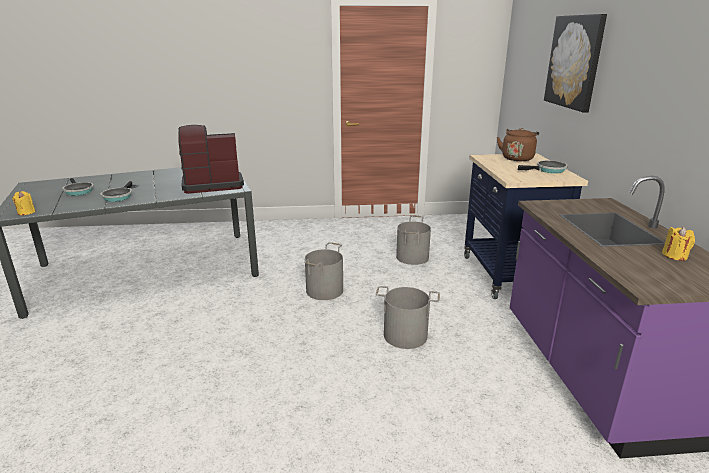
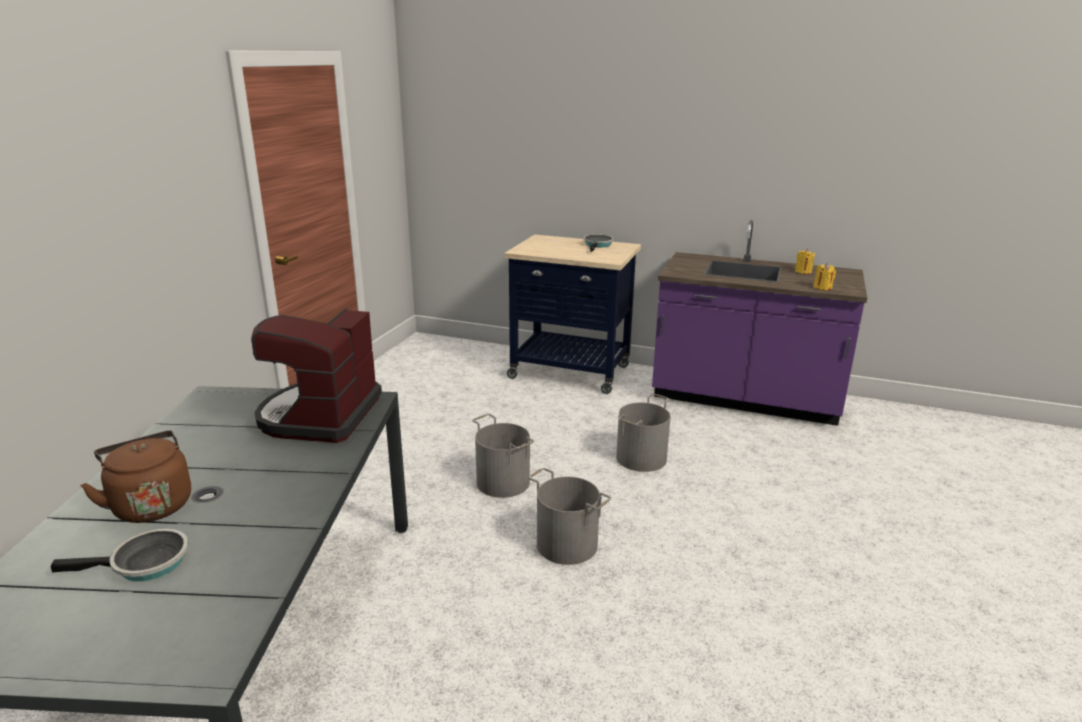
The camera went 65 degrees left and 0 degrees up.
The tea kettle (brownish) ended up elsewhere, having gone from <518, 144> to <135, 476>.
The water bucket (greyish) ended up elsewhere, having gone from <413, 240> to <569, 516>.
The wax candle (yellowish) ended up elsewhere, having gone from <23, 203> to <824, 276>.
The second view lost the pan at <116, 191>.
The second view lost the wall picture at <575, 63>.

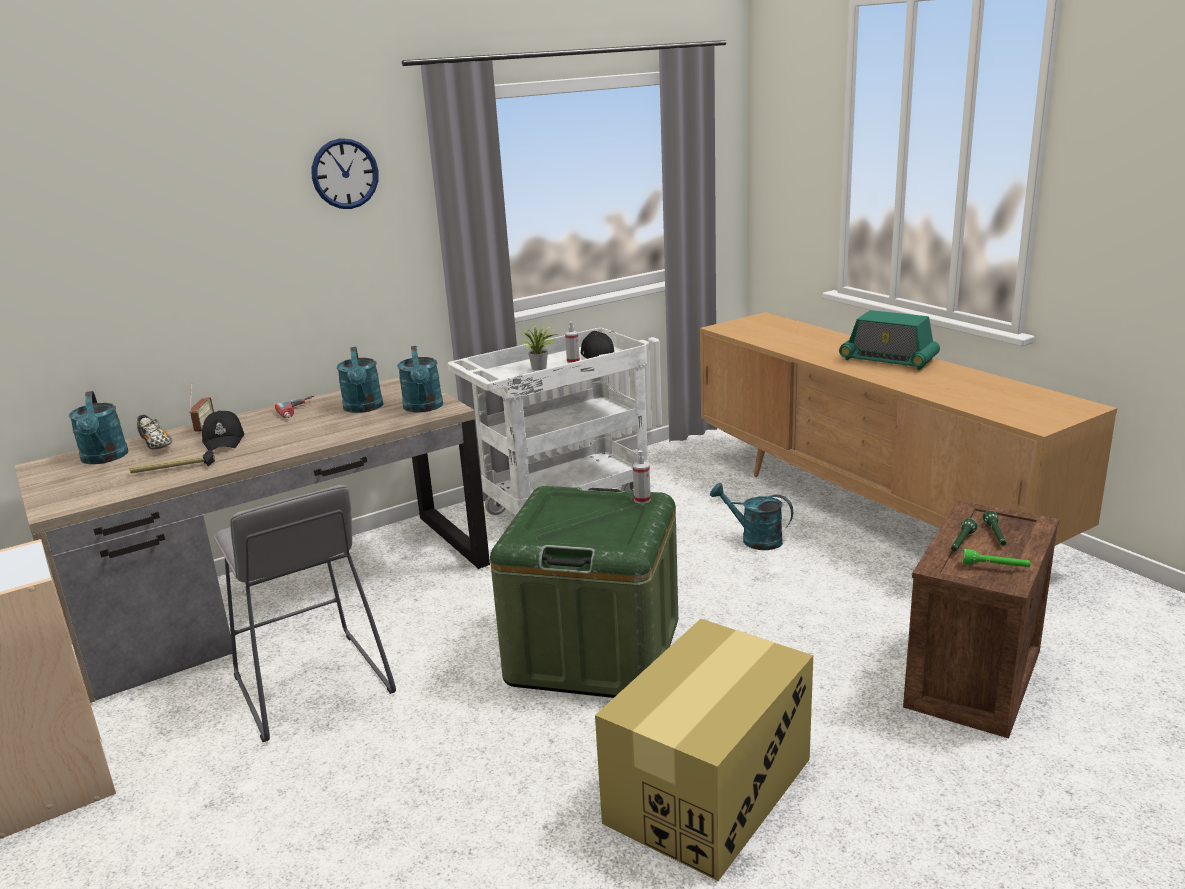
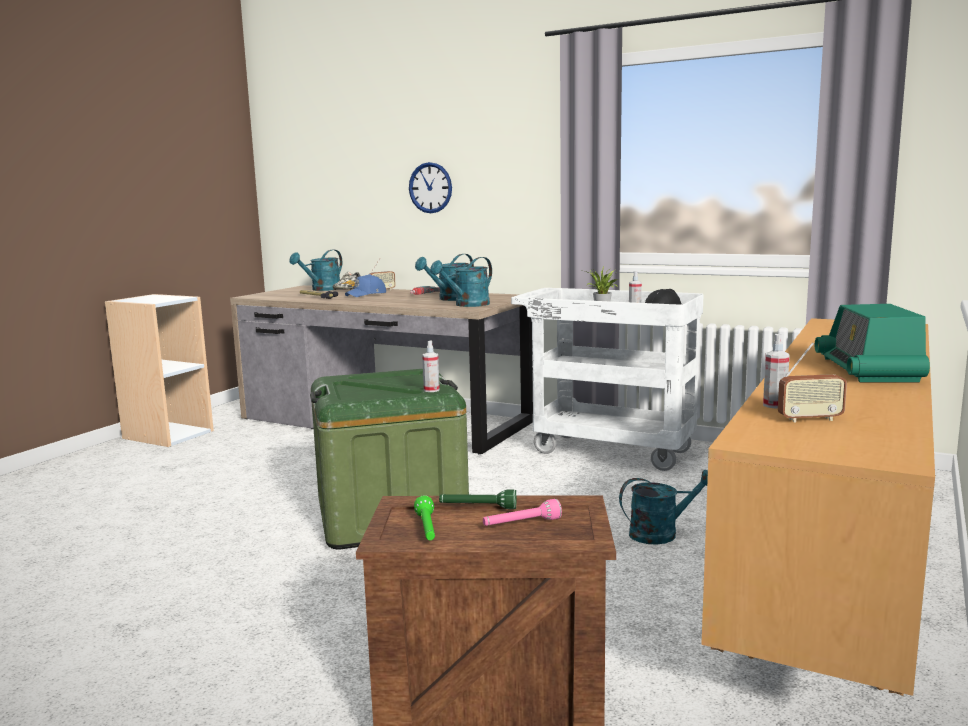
The camera went 60 degrees right and 10 degrees down.
What was the baseball cap (black) at <223, 430> turned into the baseball cap (bluish) at <365, 285>.
The wall clock ended up elsewhere, having gone from <345, 173> to <430, 187>.
What was the flashlight (greenish) at <995, 528> turned into the flashlight (pinkish) at <522, 512>.
The watering can (turquoise) at <751, 516> ended up facing another way, 75 degrees clockwise from before.
The second view gained the spray bottle at <776, 371>.
The second view gained the radio set at <812, 382>.
The second view lost the sitting stool (greyish) at <305, 613>.
The second view lost the carton at <704, 750>.

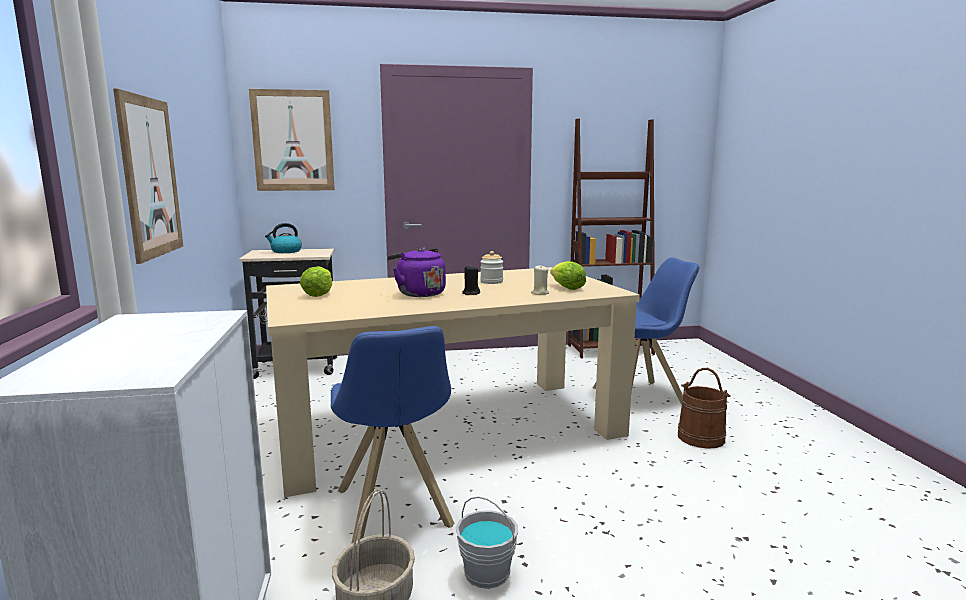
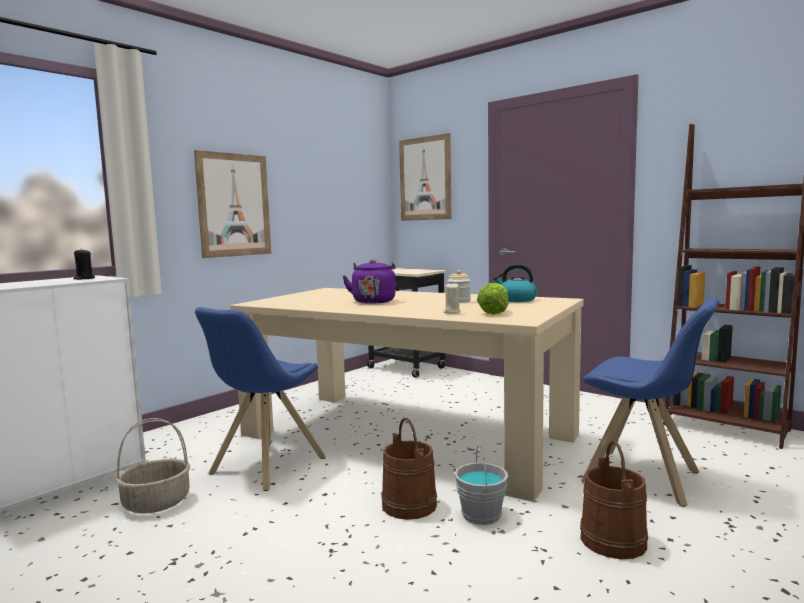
The camera went 50 degrees right and 5 degrees down.
The wax candle (black) ended up elsewhere, having gone from <471, 280> to <84, 264>.
The second view gained the water bucket (brownish) at <409, 469>.
The water bucket (greyish) ended up elsewhere, having gone from <486, 542> to <481, 485>.
The tea kettle ended up elsewhere, having gone from <283, 238> to <515, 283>.
The second view lost the lettuce at <316, 281>.

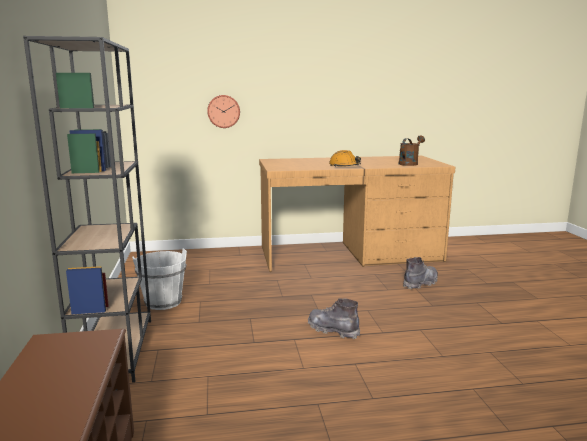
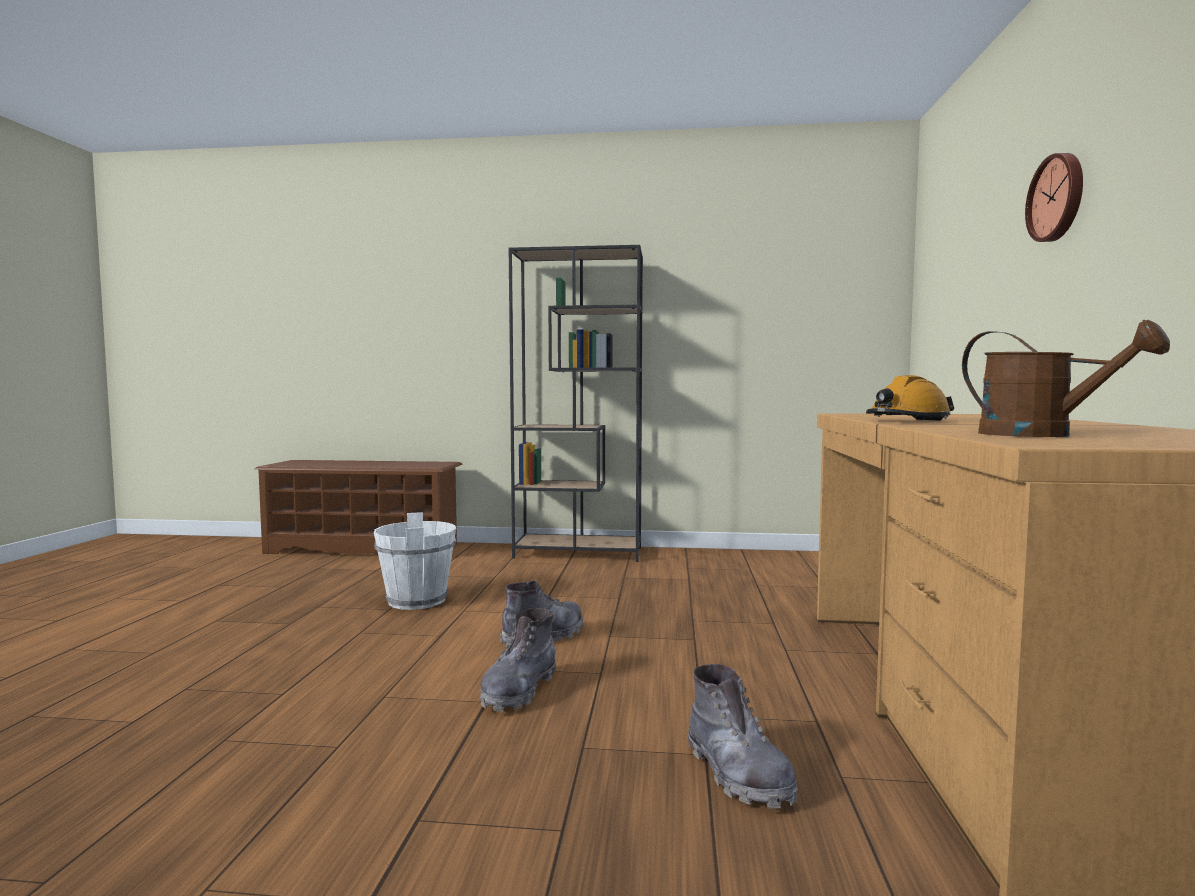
The camera went 105 degrees right and 10 degrees down.
The water bucket (white-coloured) ended up elsewhere, having gone from <159, 279> to <415, 561>.
The second view gained the boot (greyish) at <518, 660>.
The wall clock ended up elsewhere, having gone from <223, 111> to <1054, 197>.

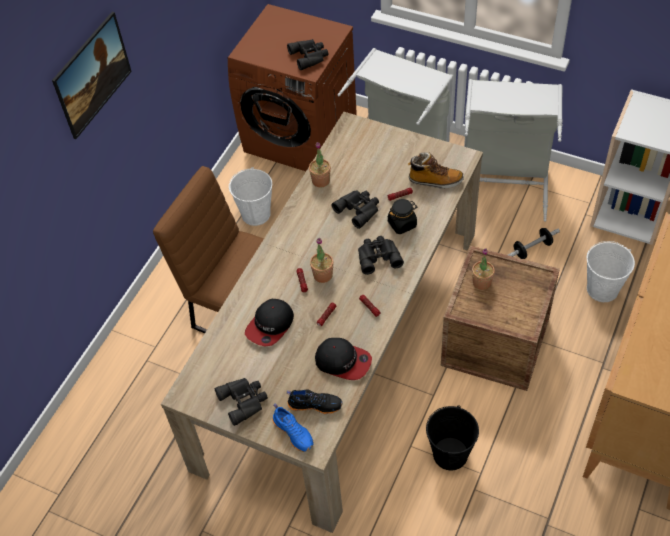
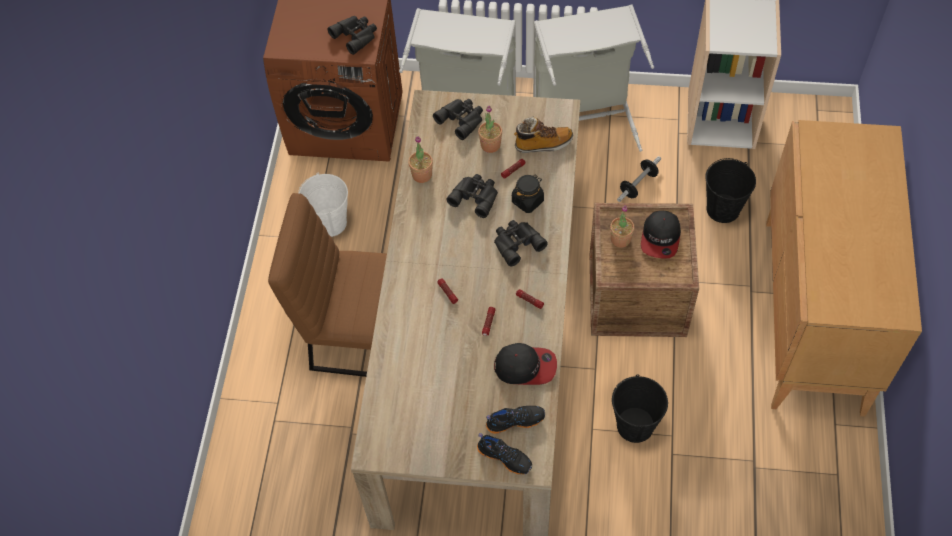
The camera went 20 degrees left and 5 degrees up.
The field glasses (black) ended up elsewhere, having gone from <241, 402> to <458, 119>.
What was the low shoe (bluish) at <292, 428> turned into the low shoe (black) at <504, 454>.
The houseplant ended up elsewhere, having gone from <321, 260> to <490, 129>.
The baseball cap ended up elsewhere, having gone from <269, 323> to <661, 234>.
What was the water bucket (white-coloured) at <611, 271> turned into the water bucket (black) at <730, 190>.
The second view lost the wall picture at <92, 75>.

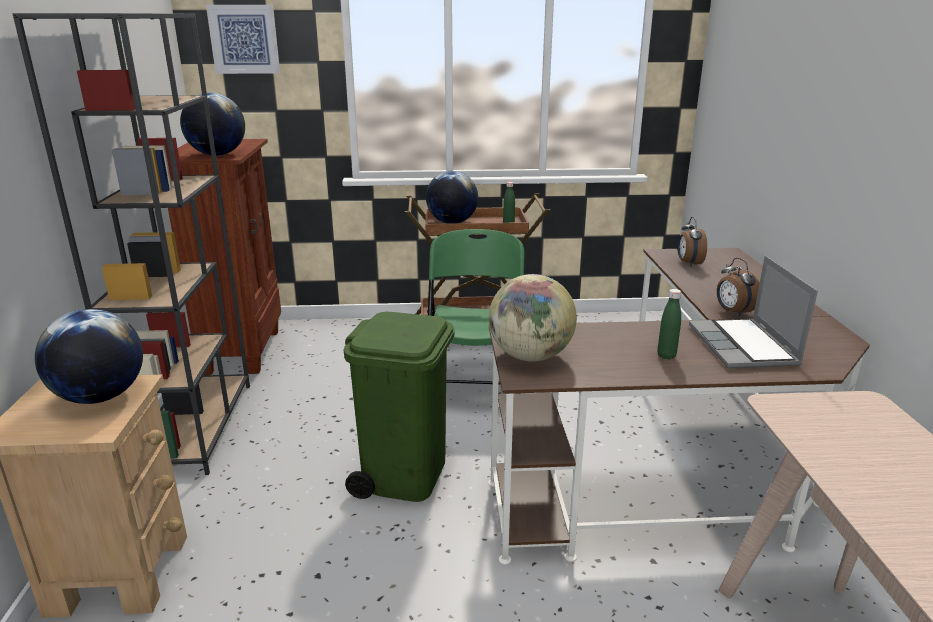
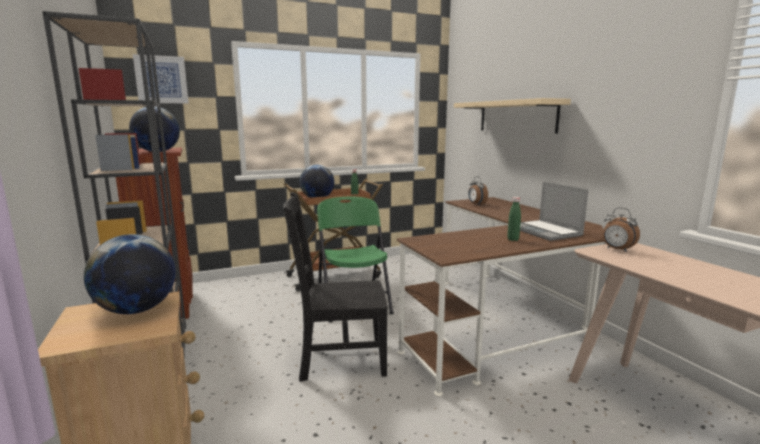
The camera went 20 degrees left and 10 degrees down.
Where the trash can (greenish) stood at <399, 407>, the chair (black) came to stand at <335, 287>.
The second view gained the shelf (beige-coloured) at <512, 116>.
The bedside clock ended up elsewhere, having gone from <738, 287> to <621, 230>.
The second view lost the world globe at <533, 318>.

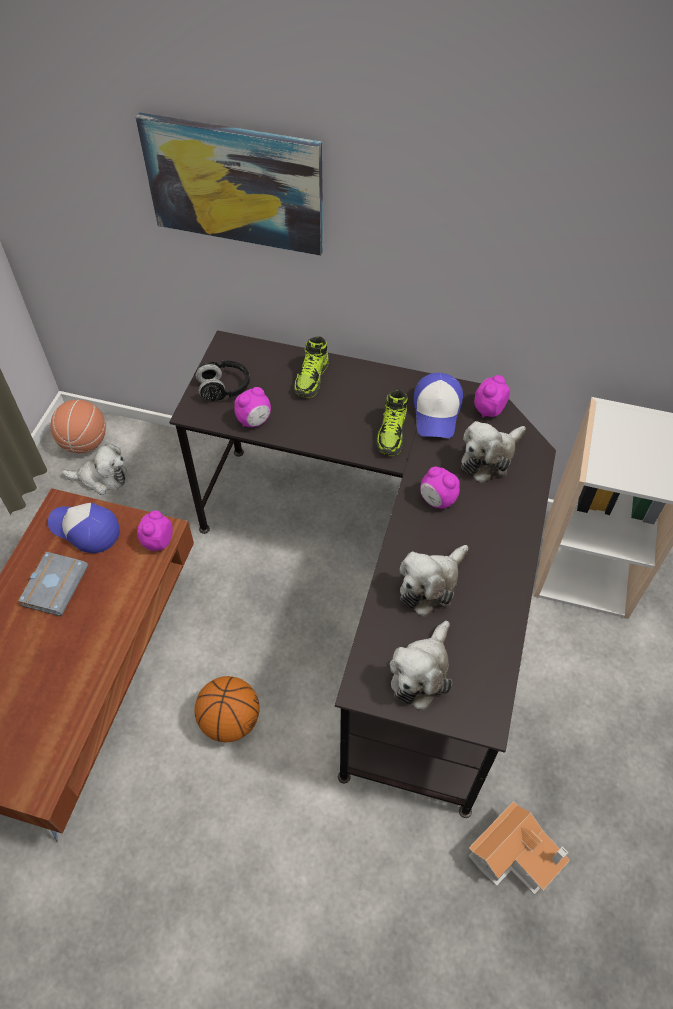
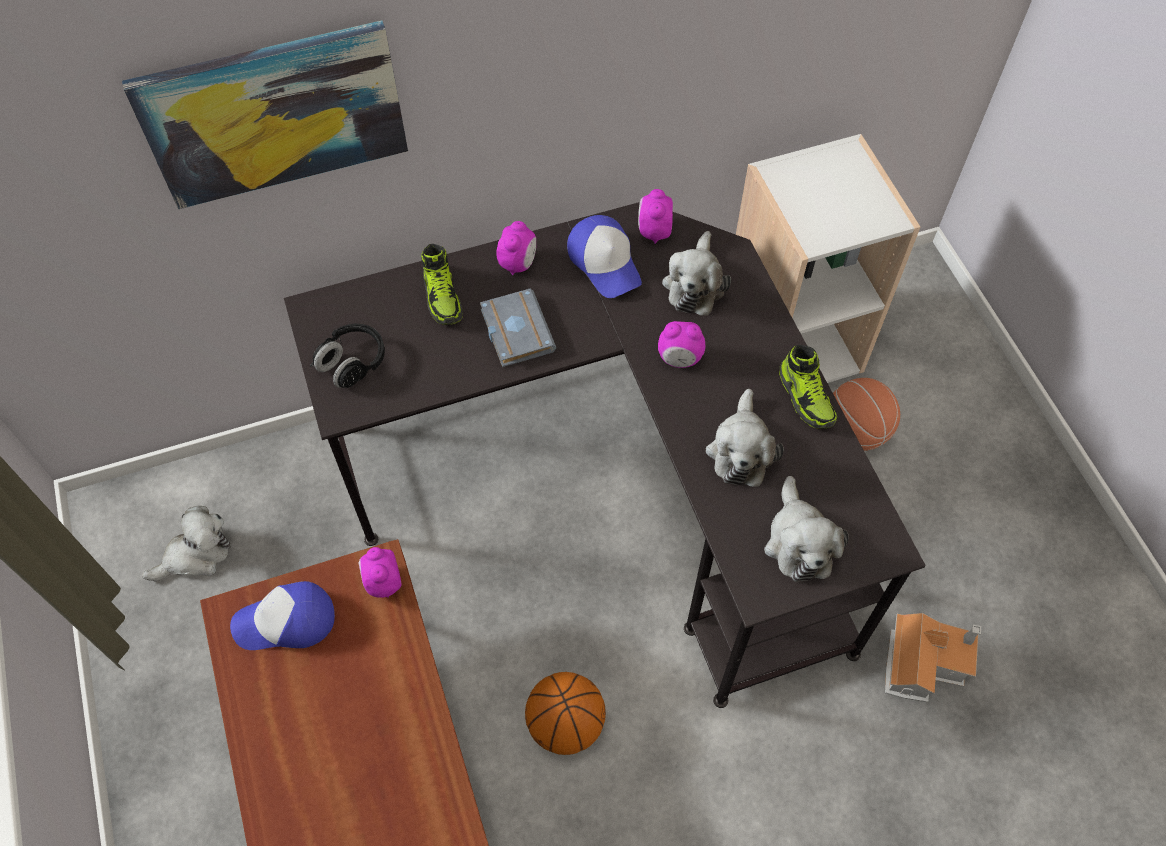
The camera went 35 degrees left and 5 degrees up.
The volume (greyish) ended up elsewhere, having gone from <53, 584> to <518, 328>.
The bedside clock ended up elsewhere, having gone from <252, 407> to <516, 248>.
The low shoe ended up elsewhere, having gone from <392, 422> to <808, 387>.
The ball for basketball ended up elsewhere, having gone from <78, 426> to <866, 414>.

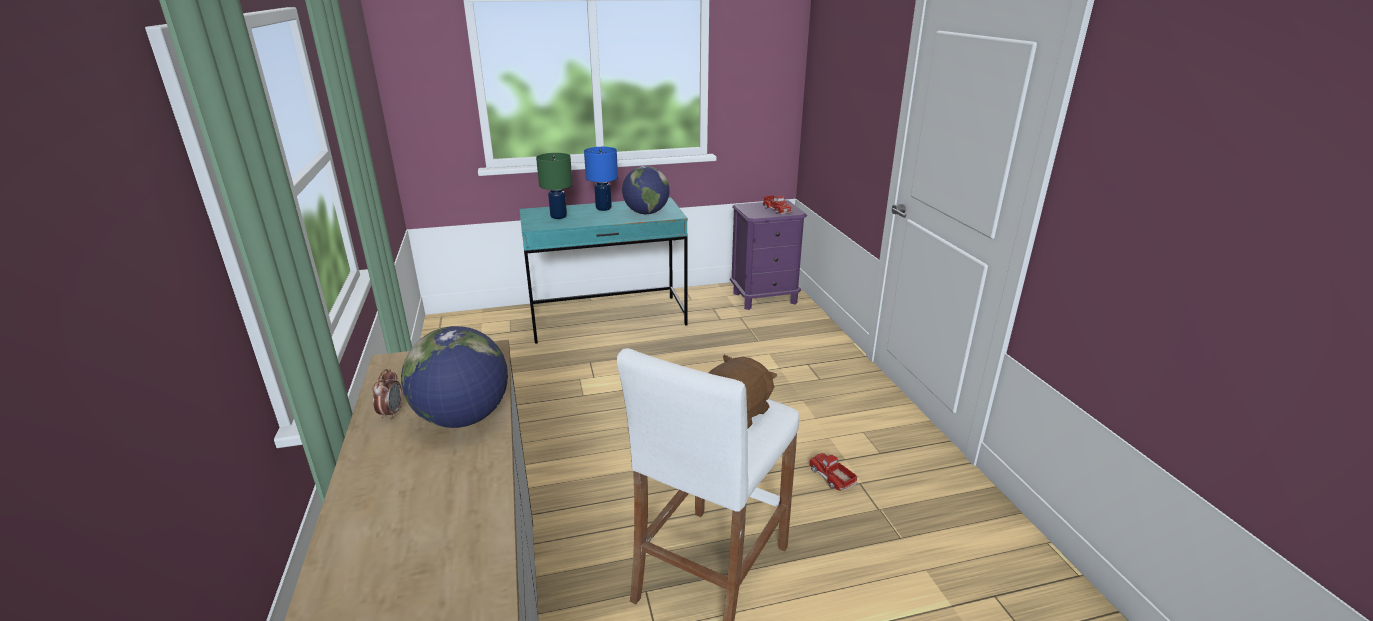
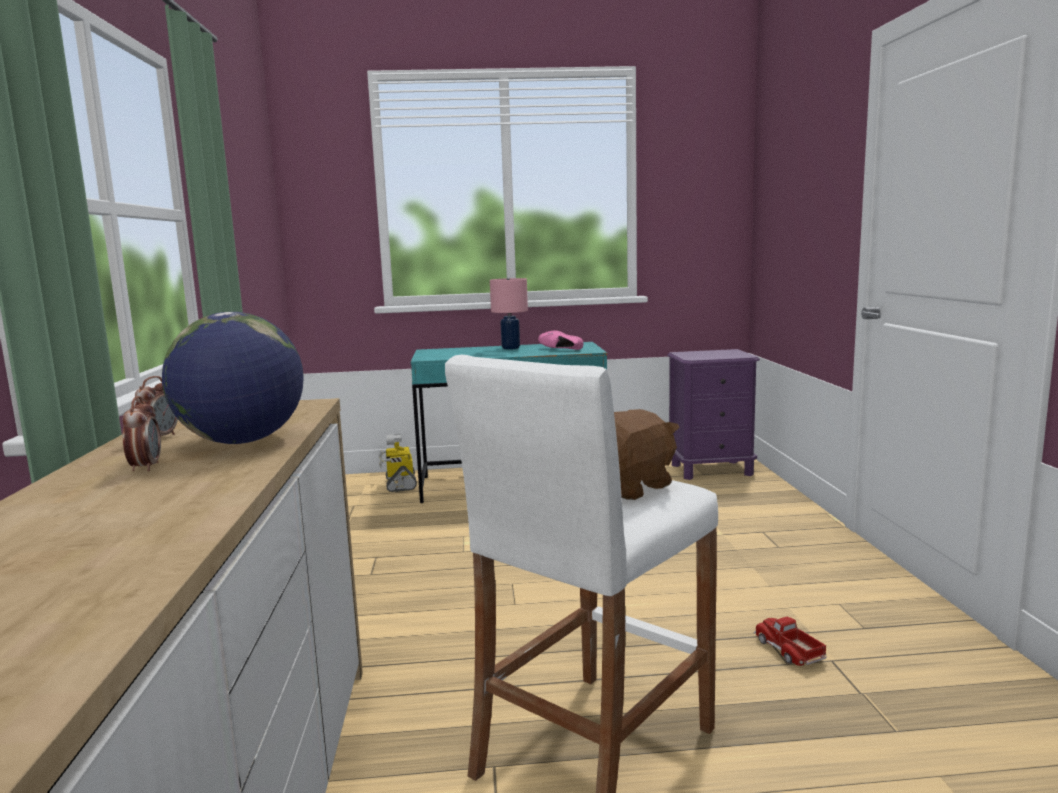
The camera went 10 degrees right and 15 degrees down.
The second view gained the bedside clock at <141, 434>.
The second view gained the robot figure at <398, 463>.
What was the table lamp (bluish) at <601, 179> turned into the table lamp (pinkish) at <509, 313>.
Where the world globe stood at <646, 190>, the low shoe (pinkish) came to stand at <560, 340>.
The second view lost the table lamp (greenish) at <554, 186>.
The second view lost the toy lorry at <777, 204>.

